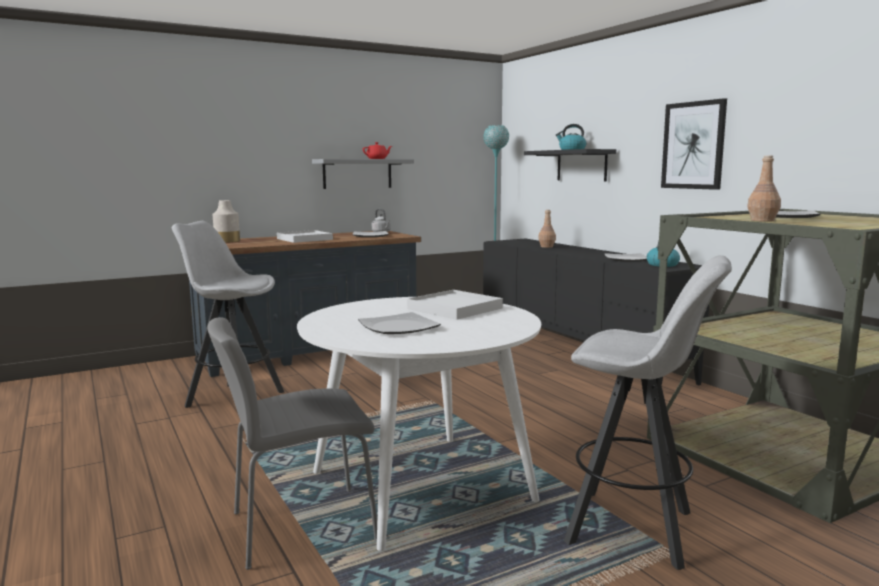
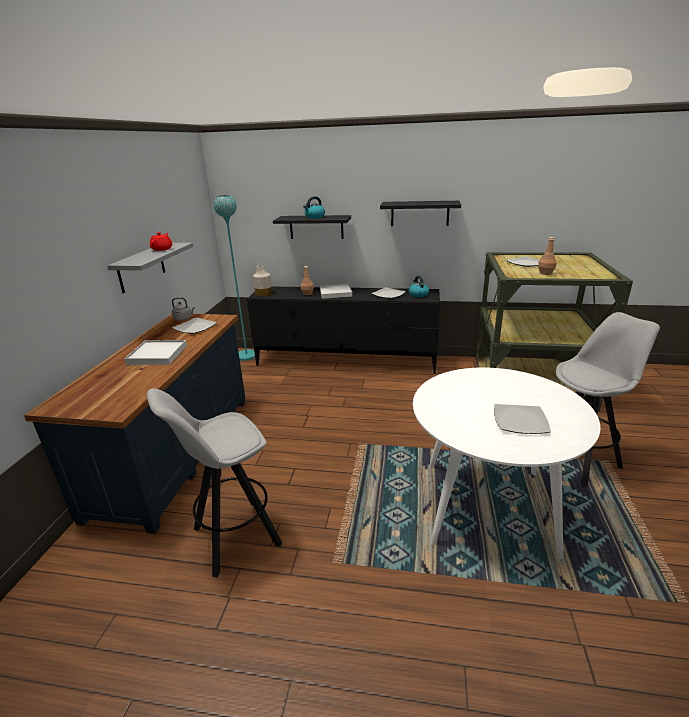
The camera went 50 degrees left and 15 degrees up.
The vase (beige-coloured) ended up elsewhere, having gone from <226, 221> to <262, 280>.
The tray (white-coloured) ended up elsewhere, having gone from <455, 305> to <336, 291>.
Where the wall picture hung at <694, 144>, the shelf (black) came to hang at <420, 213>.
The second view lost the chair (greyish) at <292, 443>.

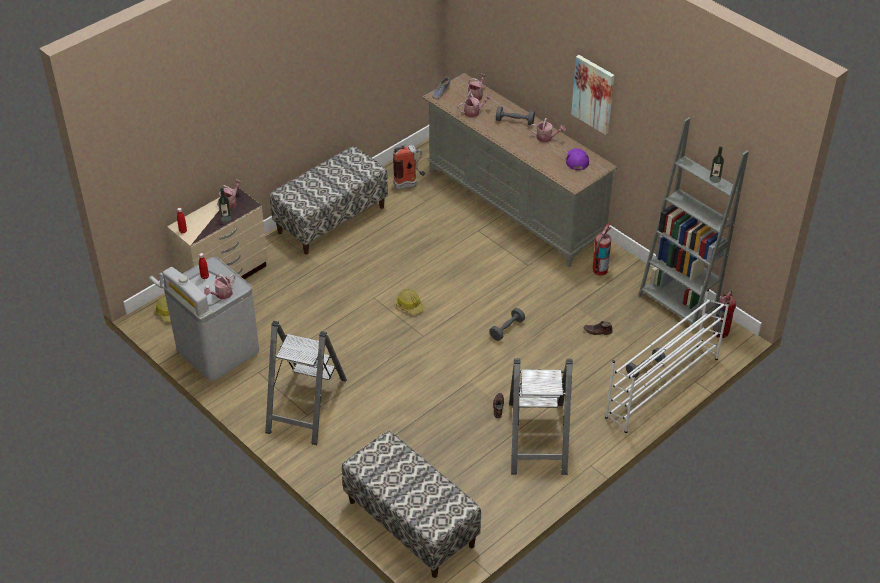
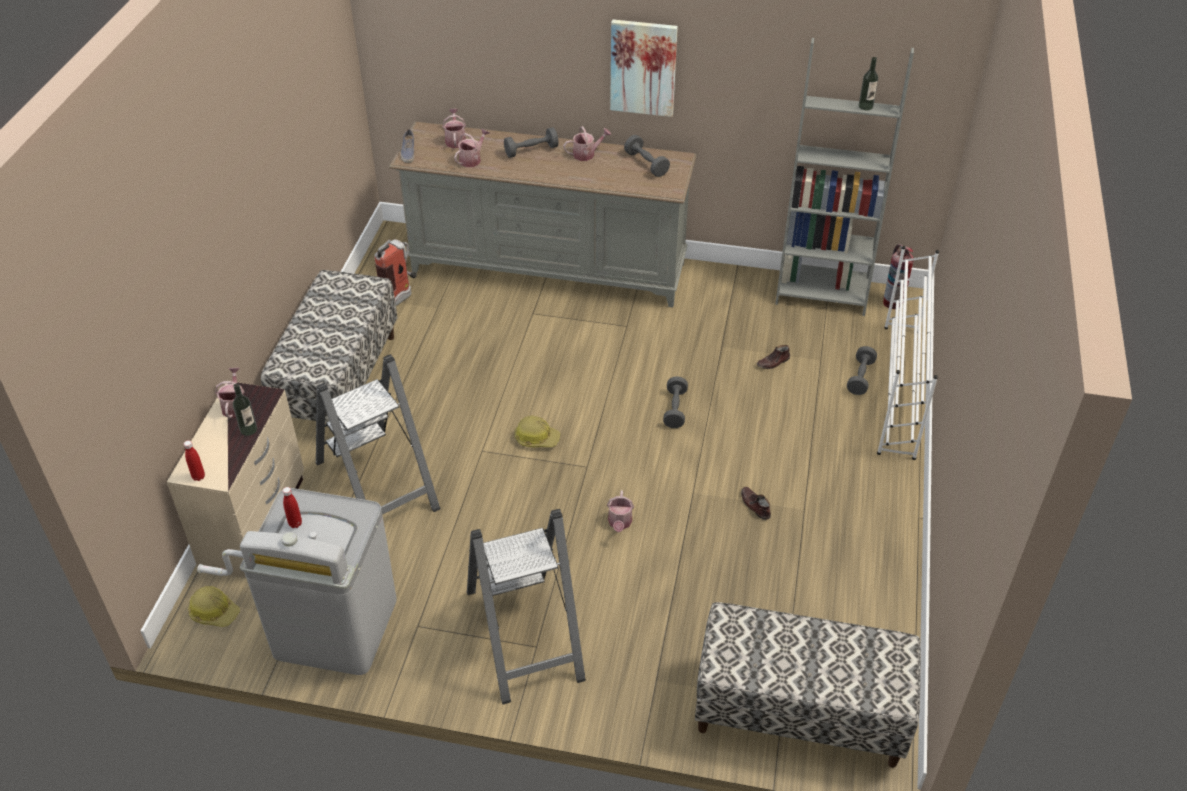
The camera went 35 degrees left and 0 degrees up.
The step ladder (greyish) ended up elsewhere, having gone from <541, 416> to <378, 434>.
The watering can ended up elsewhere, having gone from <219, 286> to <620, 511>.
Where the baseball cap (purple-coloured) stood at <577, 159>, the dumbbell (greyish) came to stand at <647, 156>.
The second view lost the fire extinguisher at <602, 249>.

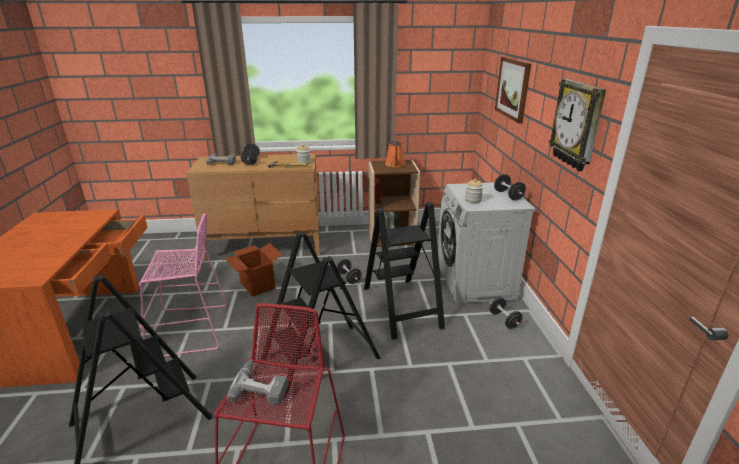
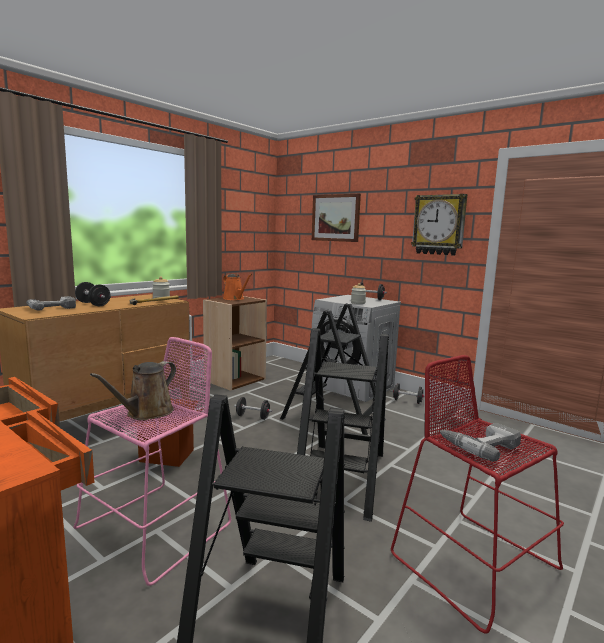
The camera went 45 degrees left and 15 degrees down.
The second view gained the watering can (brownish) at <133, 390>.

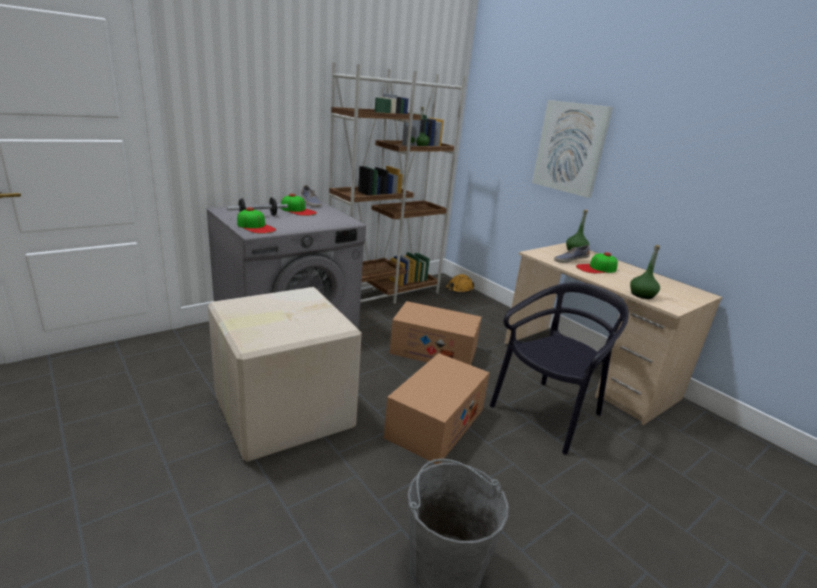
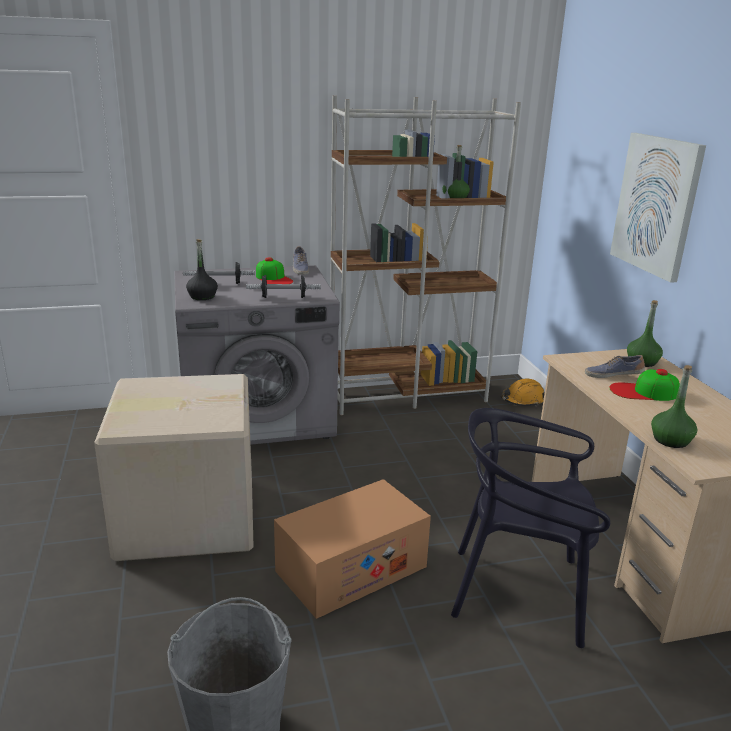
The camera went 25 degrees right and 0 degrees up.
Where the baseball cap stood at <256, 220>, the bottle (black) came to stand at <202, 269>.
The second view gained the dumbbell at <283, 286>.
The chair (black) at <559, 368> ended up facing another way, 150 degrees counterclockwise from before.
The second view lost the carton at <435, 333>.

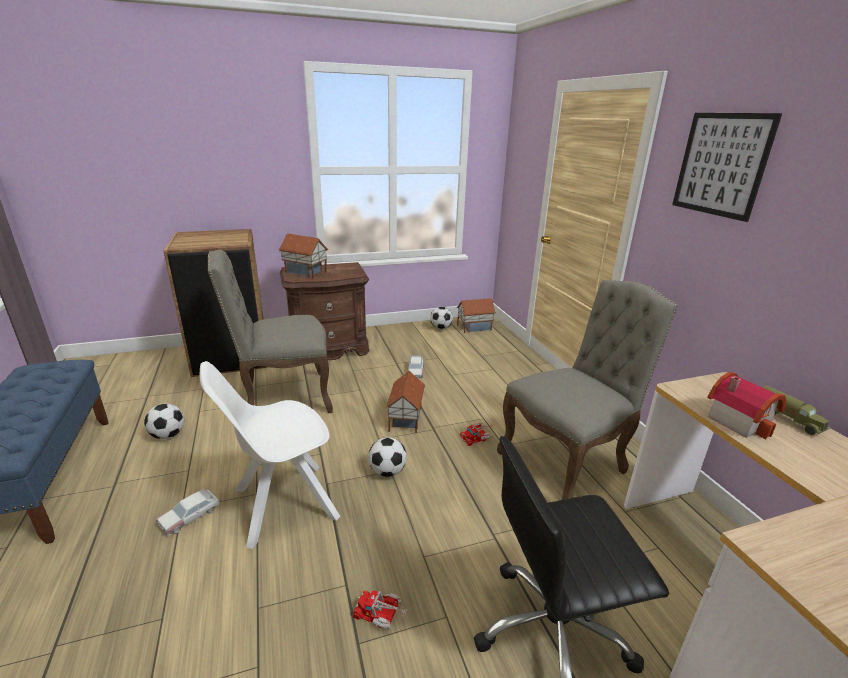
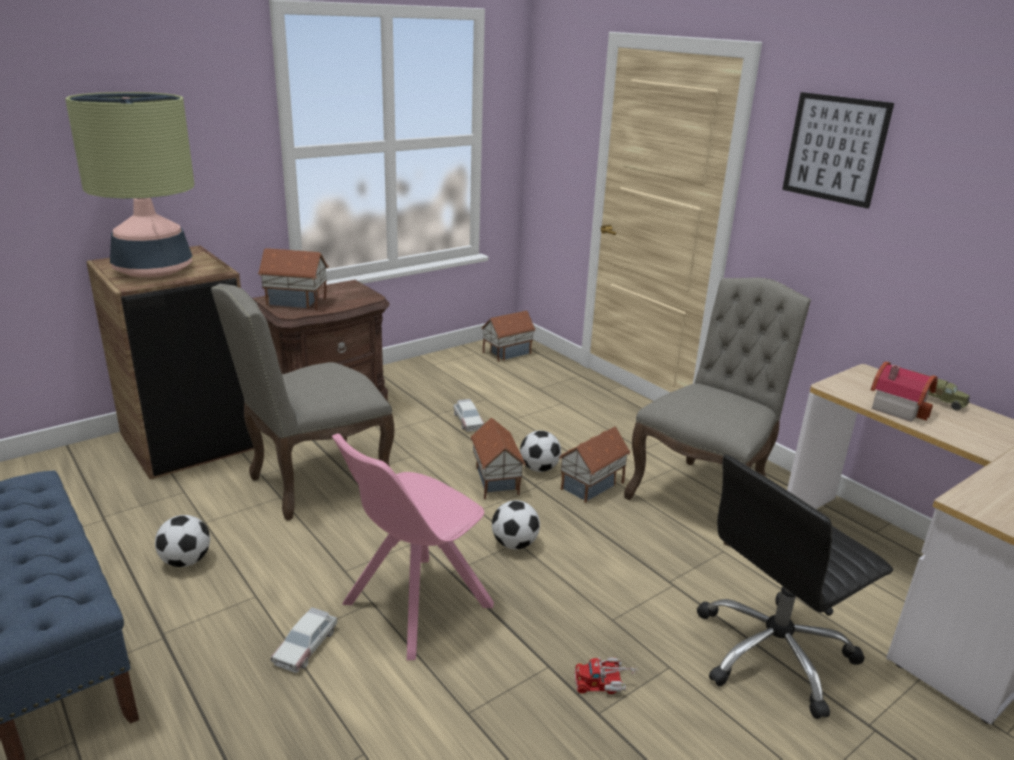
The camera went 20 degrees left and 0 degrees up.
The second view gained the table lamp at <129, 185>.
What was the chair (white-coloured) at <270, 455> turned into the chair (pinkish) at <413, 546>.
The ball for football ended up elsewhere, having gone from <441, 318> to <540, 451>.
Where the toy lorry stood at <476, 434>, the toy house came to stand at <595, 465>.

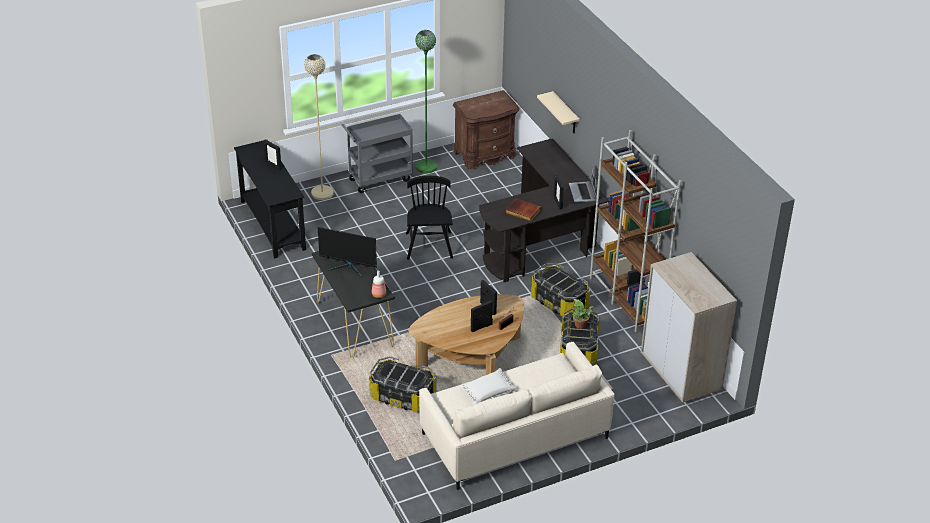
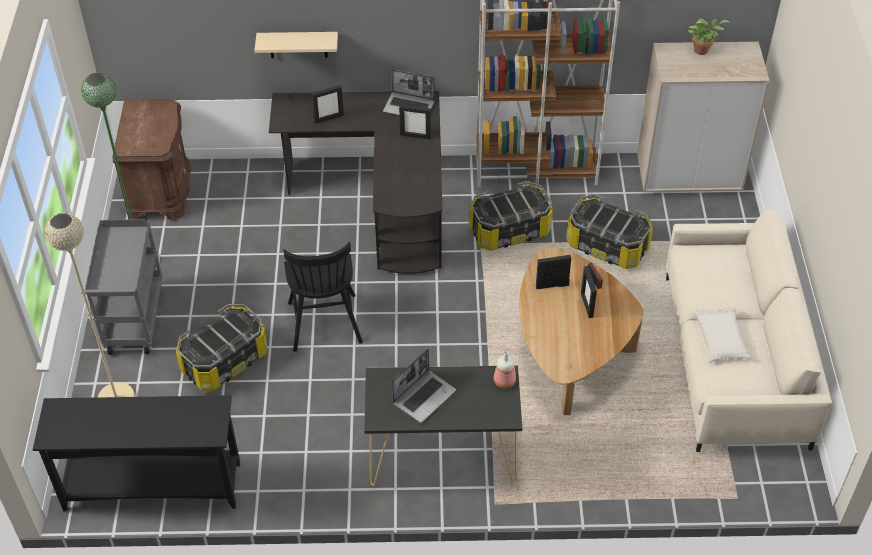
The camera went 65 degrees left and 10 degrees up.
The storage box ended up elsewhere, having gone from <402, 384> to <221, 347>.
The chair (black) at <429, 218> ended up facing another way, 120 degrees counterclockwise from before.
The picture frame ended up elsewhere, having gone from <272, 154> to <327, 104>.
Where the computer display stood at <347, 252>, the notebook computer came to stand at <424, 386>.
The houseplant ended up elsewhere, having gone from <583, 314> to <709, 36>.
The second view lost the volume at <523, 210>.

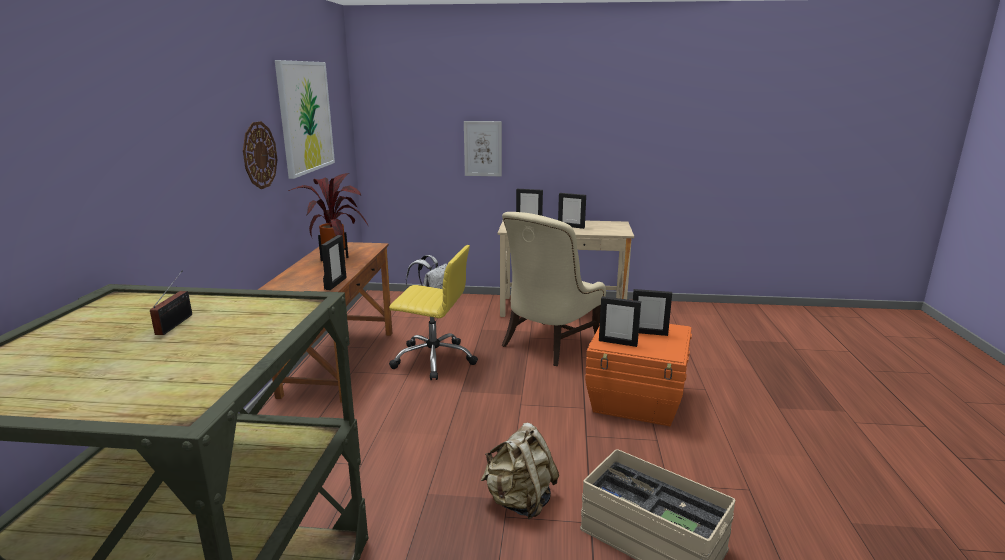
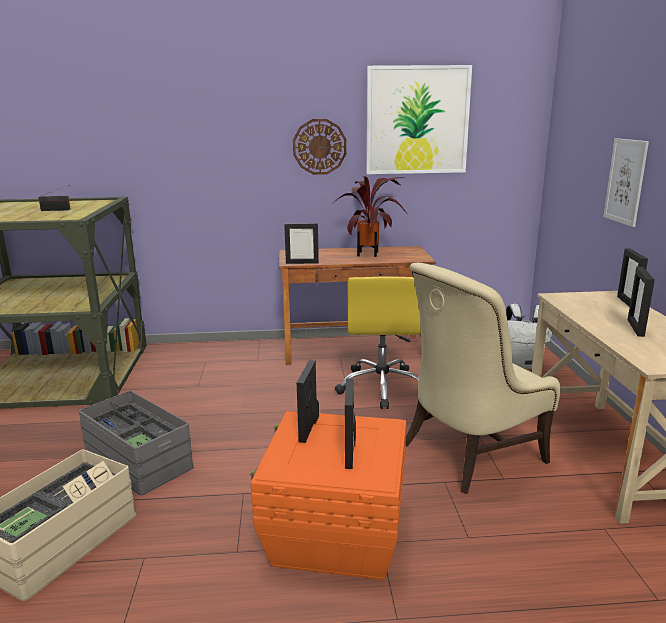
The camera went 80 degrees right and 0 degrees up.
Where the knapsack (beige-coloured) stood at <520, 470>, the storage box (greyish) came to stand at <136, 443>.
The chair (beige-coloured) at <554, 289> ended up facing another way, 60 degrees counterclockwise from before.

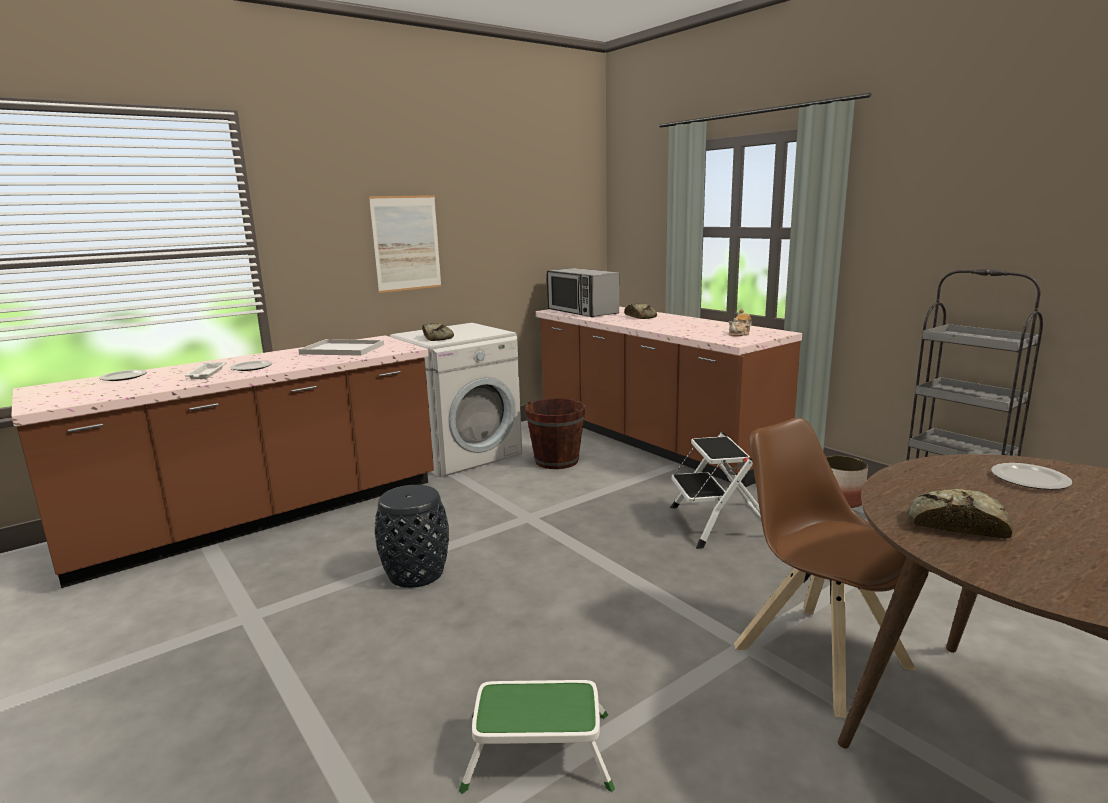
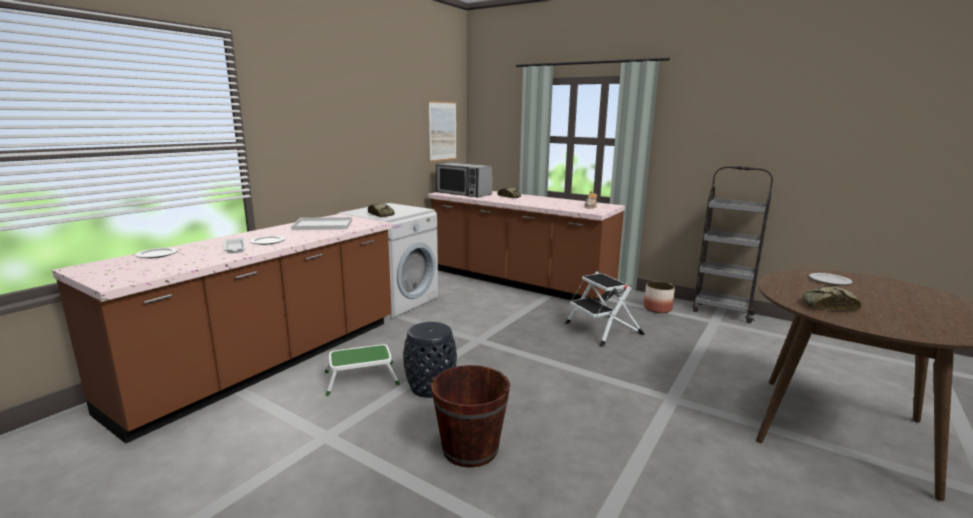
The camera went 20 degrees left and 0 degrees up.
The step ladder (greenish) ended up elsewhere, having gone from <537, 737> to <362, 370>.
The wall picture ended up elsewhere, having gone from <405, 244> to <443, 131>.
The water bucket (brownish) ended up elsewhere, having gone from <555, 433> to <470, 416>.
The second view lost the chair (brownish) at <825, 568>.

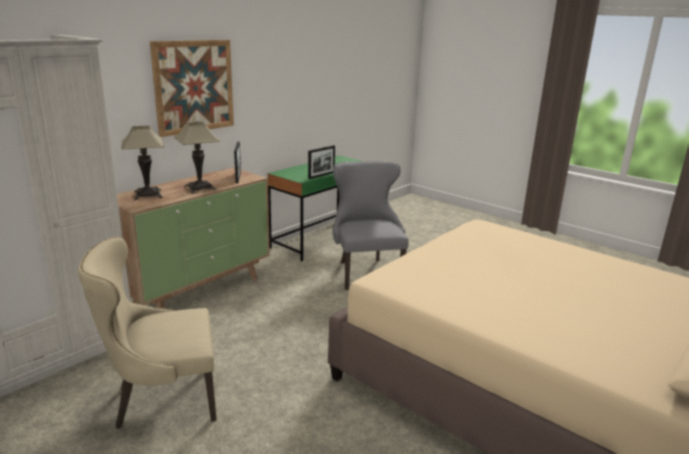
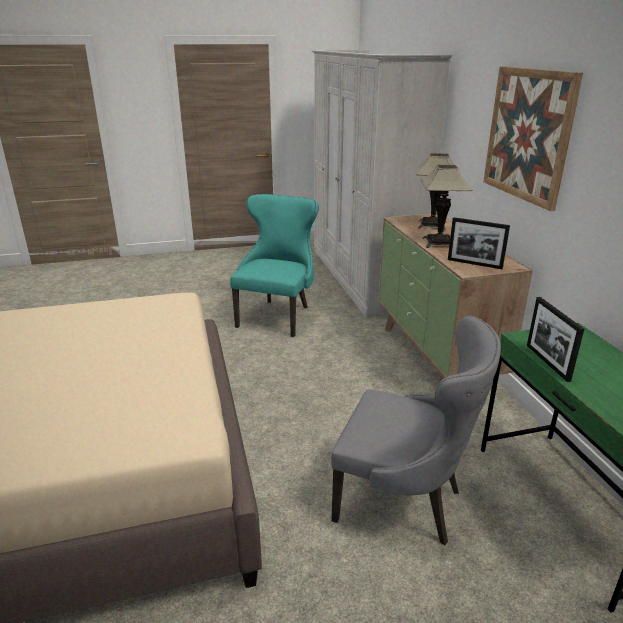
The camera went 125 degrees right and 5 degrees up.
What was the chair (beige-coloured) at <147, 332> turned into the chair (turquoise) at <274, 265>.

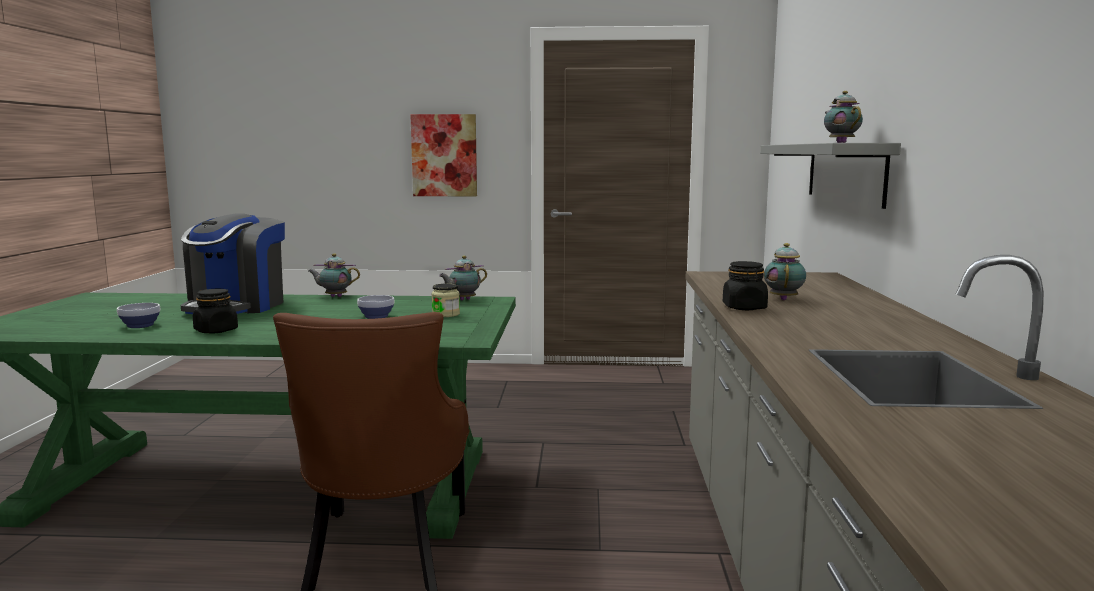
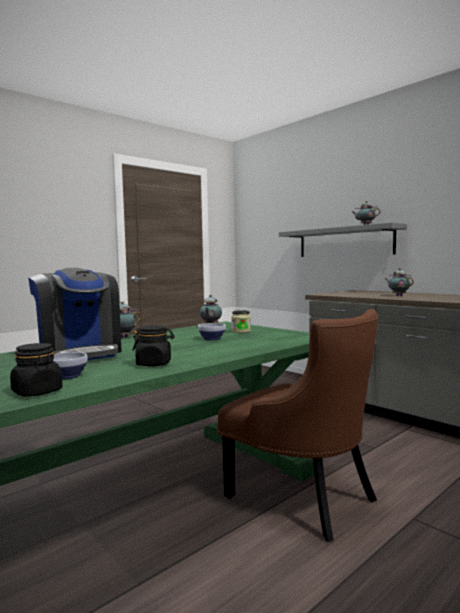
The camera went 45 degrees left and 5 degrees down.
The jar (black) ended up elsewhere, having gone from <745, 285> to <36, 370>.
The second view lost the wall picture at <443, 155>.

